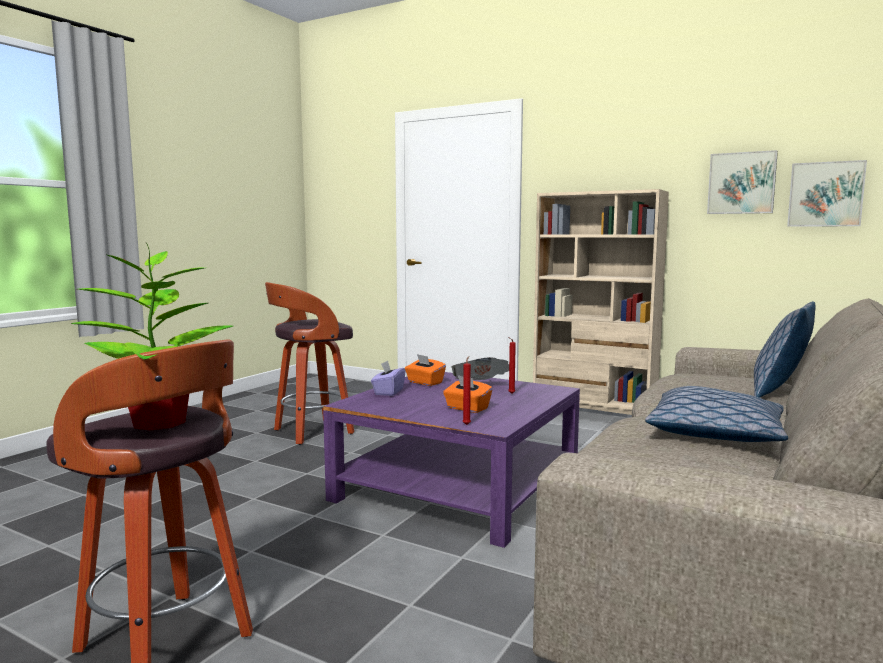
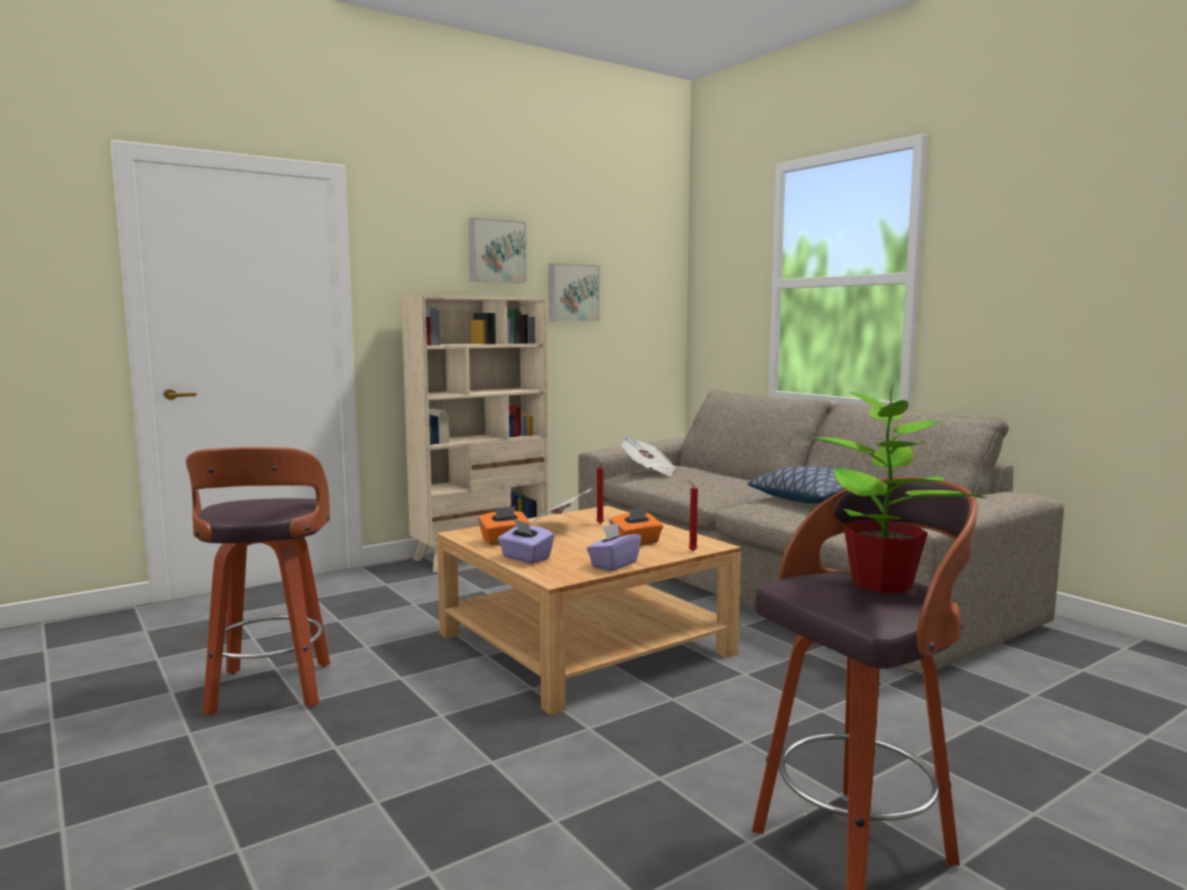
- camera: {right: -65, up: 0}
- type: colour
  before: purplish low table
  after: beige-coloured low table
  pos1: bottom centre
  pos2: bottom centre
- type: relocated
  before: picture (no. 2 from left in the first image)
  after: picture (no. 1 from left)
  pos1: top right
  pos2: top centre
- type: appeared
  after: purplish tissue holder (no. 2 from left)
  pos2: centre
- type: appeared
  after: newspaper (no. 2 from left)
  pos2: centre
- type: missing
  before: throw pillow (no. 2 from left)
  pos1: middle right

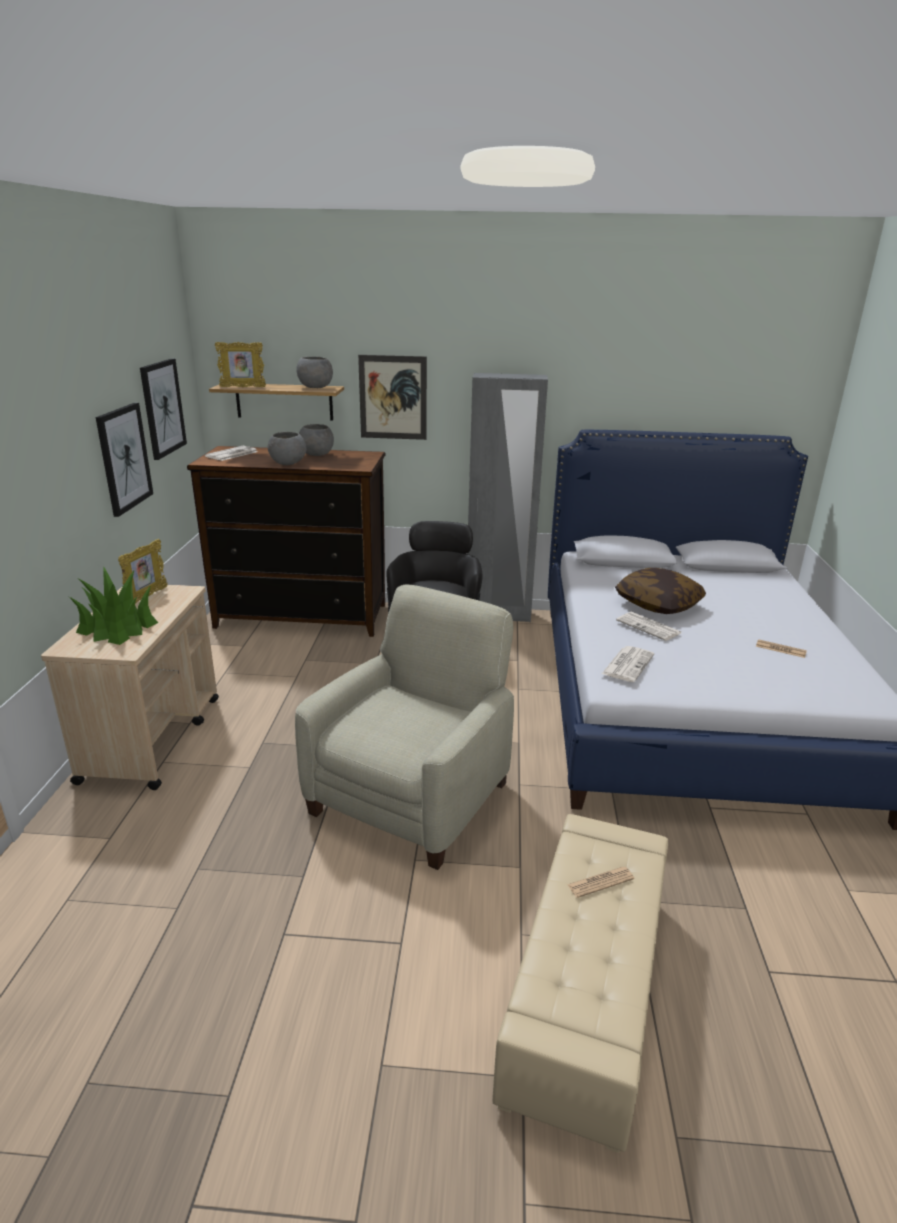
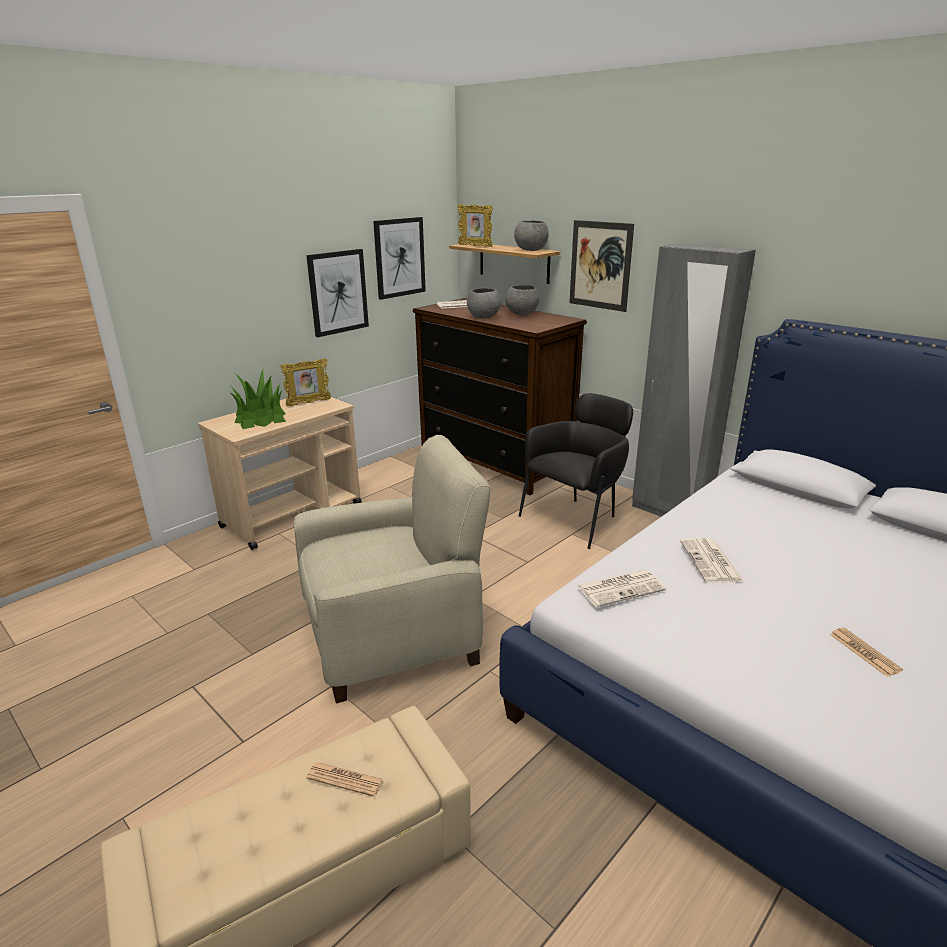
- camera: {right: 40, up: 0}
- type: missing
  before: throw pillow
  pos1: middle right

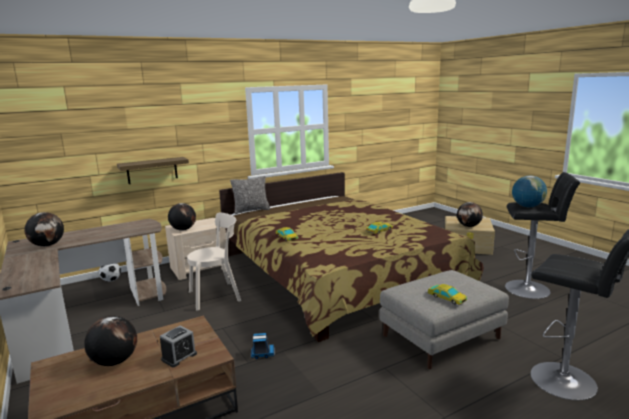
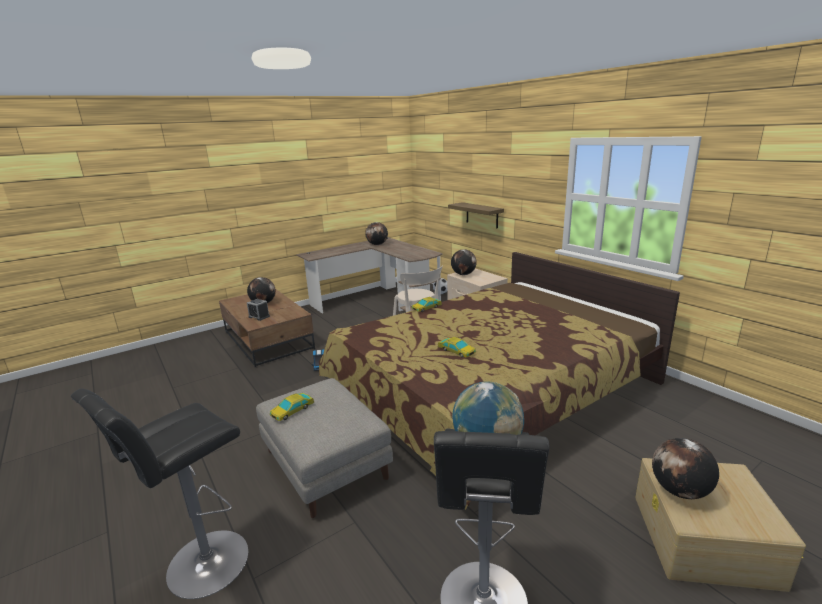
- camera: {right: 85, up: 5}
- type: missing
  before: throw pillow
  pos1: centre

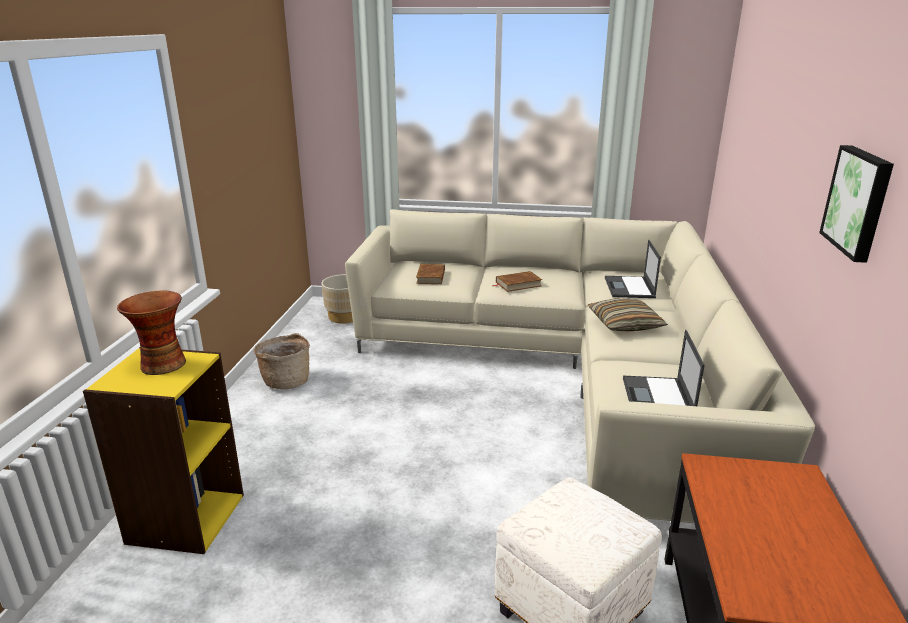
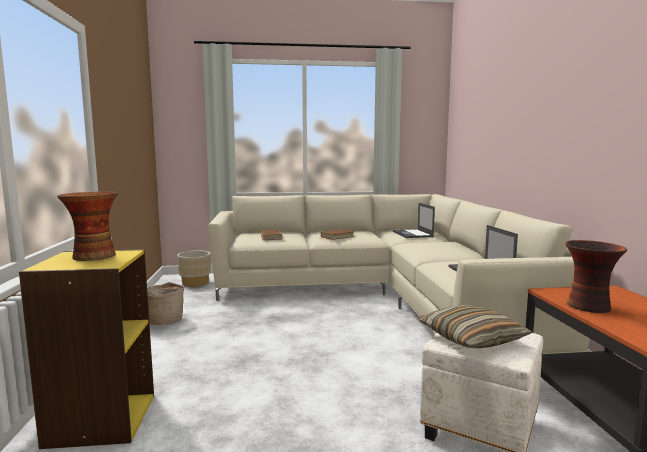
- camera: {right: -15, up: -15}
- type: relocated
  before: throw pillow
  pos1: middle right
  pos2: bottom right
- type: appeared
  after: decorative vase (no. 2 from left)
  pos2: middle right
- type: missing
  before: picture
  pos1: top right

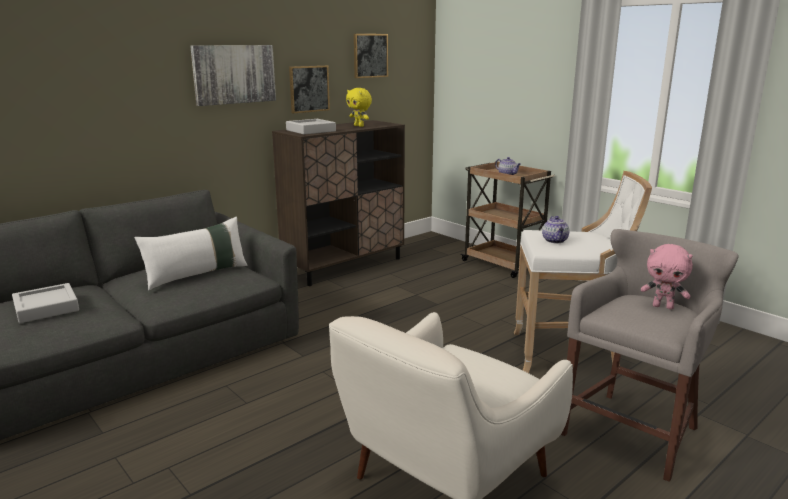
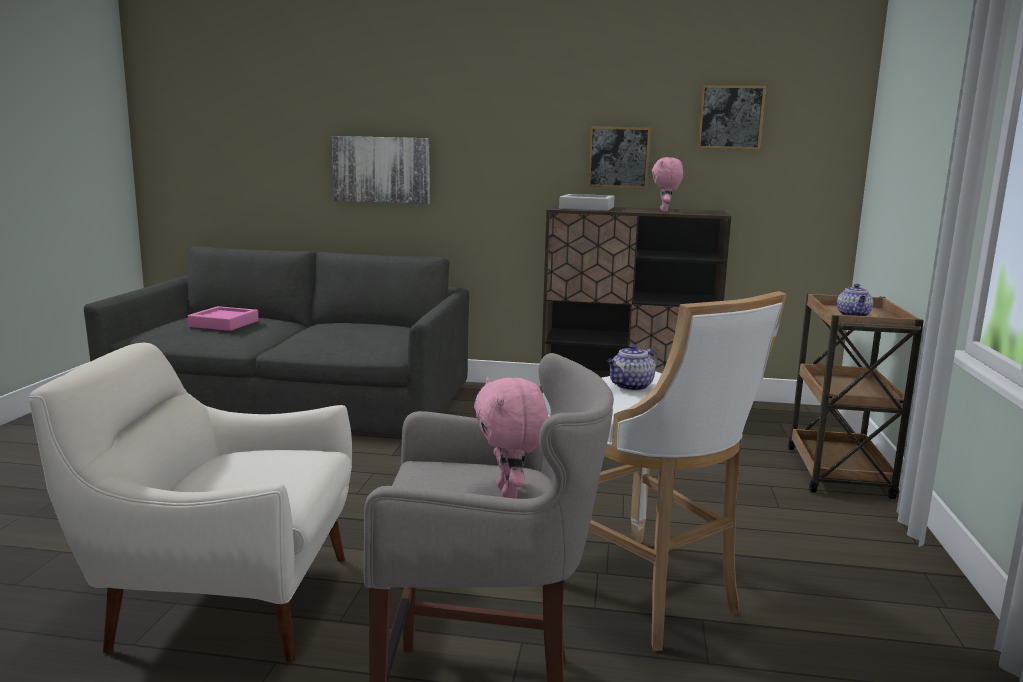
- camera: {right: 50, up: -5}
- type: colour
  before: gray carrying tray (no. 1 from left)
  after: pink carrying tray
  pos1: middle left
  pos2: middle left
- type: relocated
  before: picture (no. 1 from left)
  pos1: top left
  pos2: top centre
- type: colour
  before: yellow-coloured soft toy
  after: pink soft toy (no. 2 from left)
  pos1: top centre
  pos2: top centre
- type: missing
  before: whitish throw pillow
  pos1: middle left

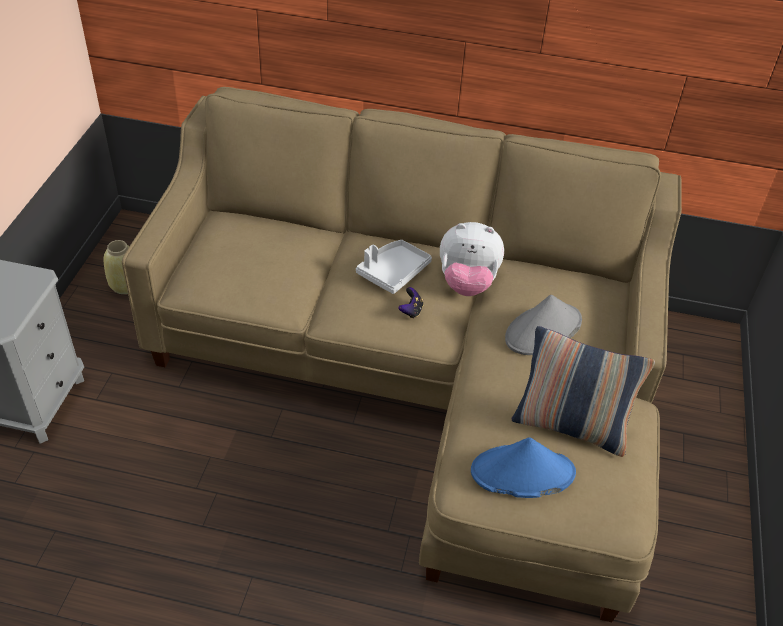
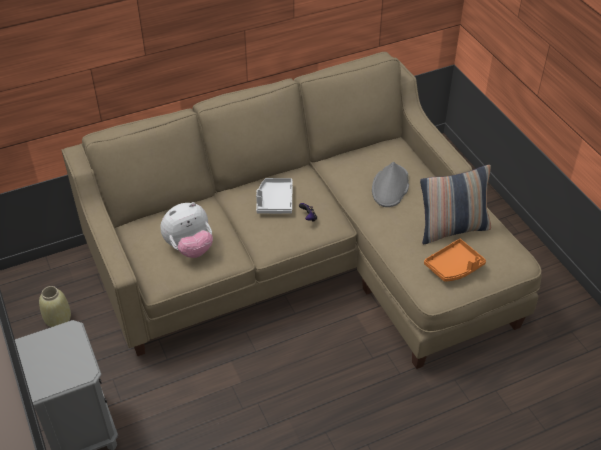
- camera: {right: -35, up: 0}
- type: relocated
  before: soft toy
  pos1: centre
  pos2: middle left
- type: exchanged
  before: blue clothing hat
  after: orange carrying tray
  pos1: bottom right
  pos2: middle right

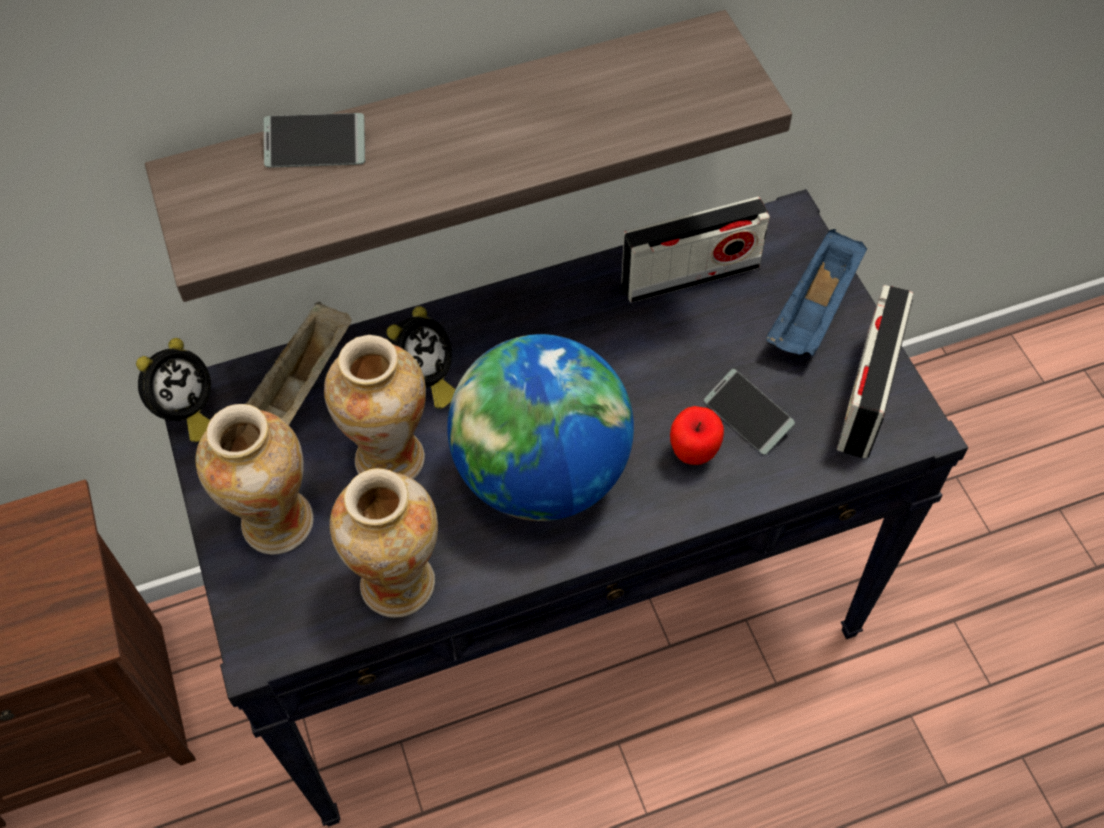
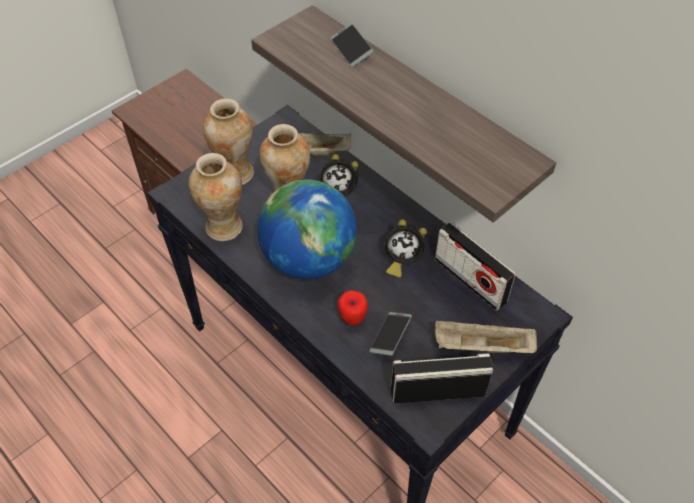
- camera: {right: 65, up: -5}
- type: relocated
  before: table clock (no. 1 from left in the first image)
  after: table clock (no. 2 from left)
  pos1: middle left
  pos2: centre
- type: colour
  before: blue carrying tray
  after: beige-coloured carrying tray (no. 2 from left)
  pos1: middle right
  pos2: bottom right

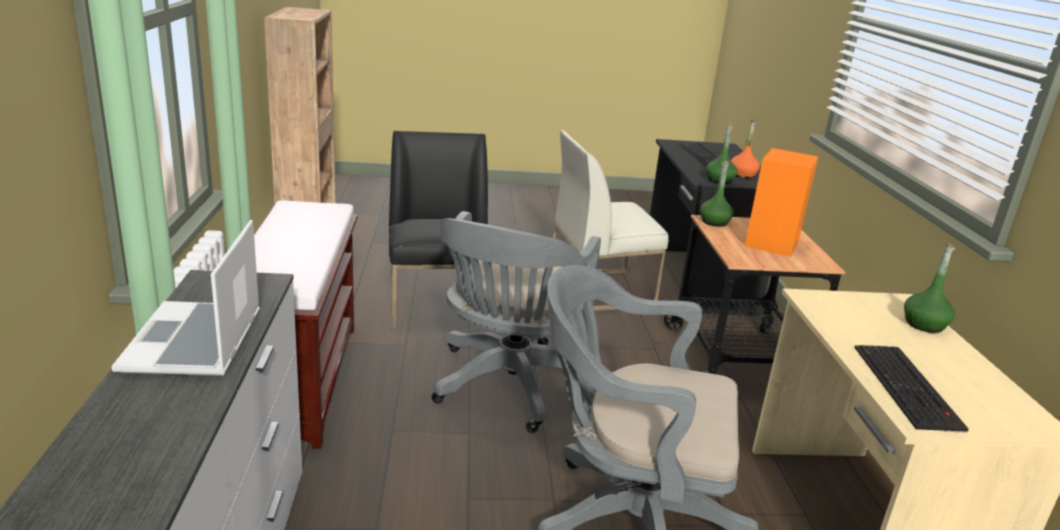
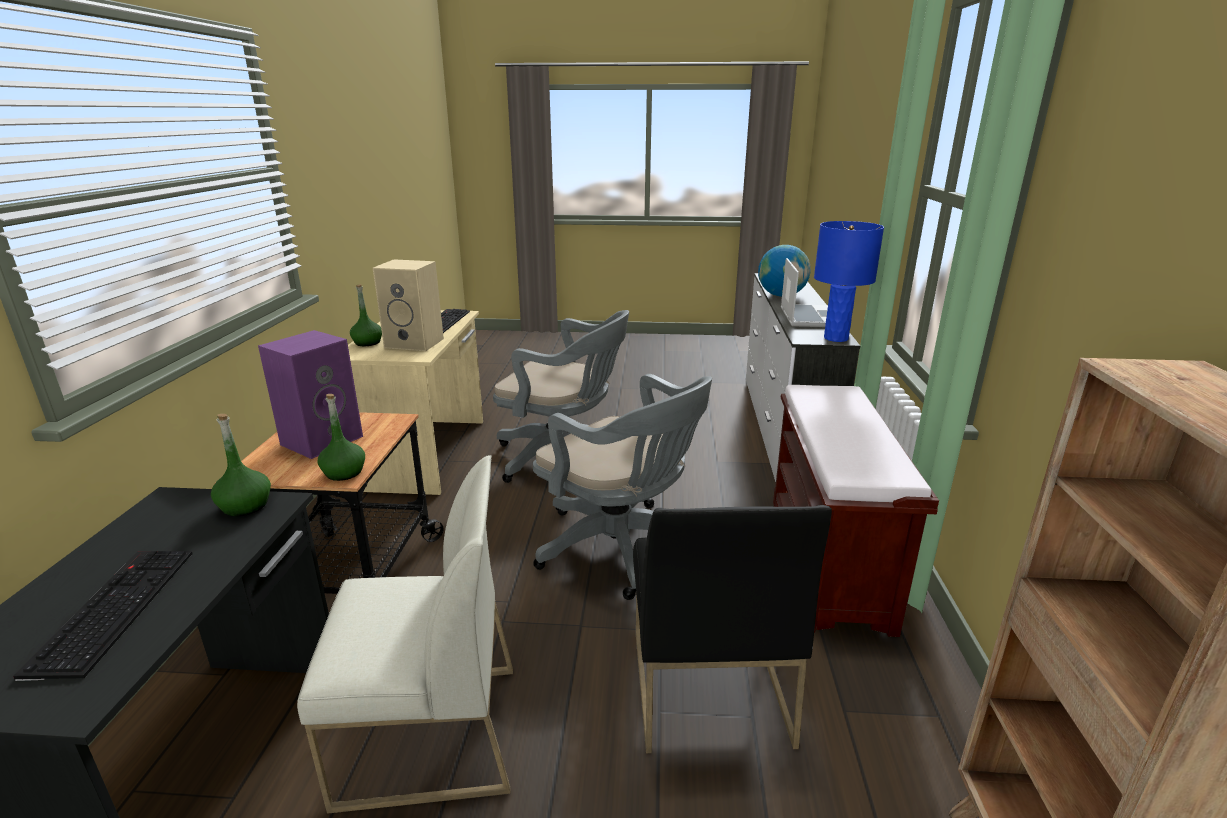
- camera: {right: -170, up: 0}
- type: colour
  before: orange loudspeaker
  after: purplish loudspeaker
  pos1: middle right
  pos2: middle left
- type: appeared
  after: beige-coloured loudspeaker
  pos2: middle left
- type: spun
  before: gray desk chair (no. 1 from left in the first image)
  pos1: centre
  pos2: centre
  turn: 105
- type: appeared
  after: desk globe
  pos2: top centre
- type: appeared
  after: blue tabletop lamp
  pos2: middle right
- type: missing
  before: orange beverage bottle
  pos1: top right

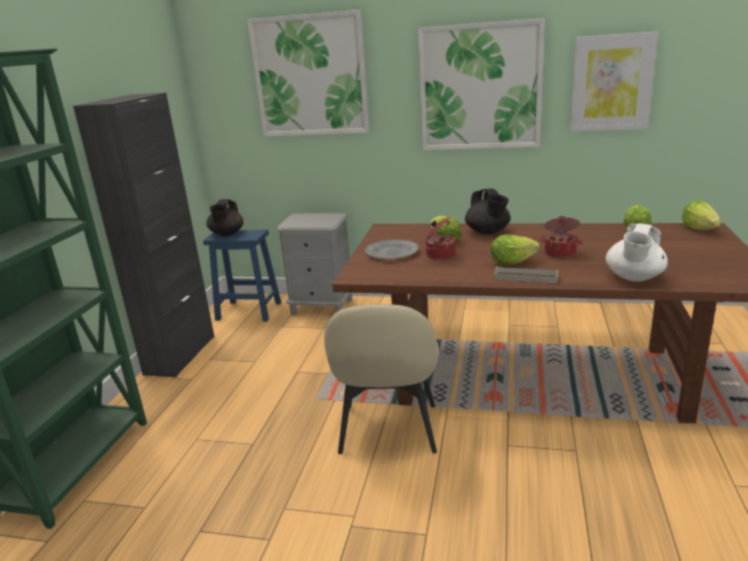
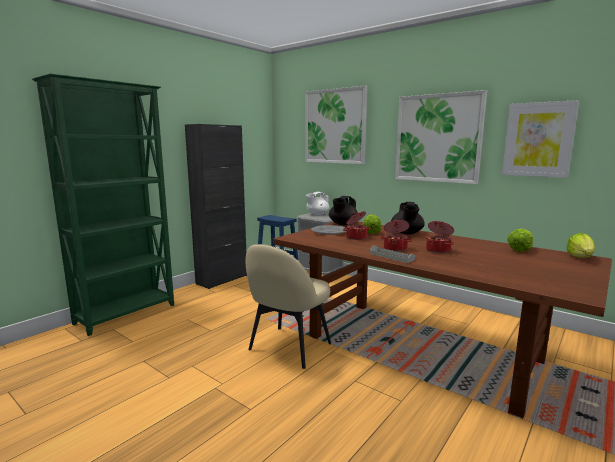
- camera: {right: 25, up: -10}
- type: relocated
  before: whitish tea pot
  pos1: middle right
  pos2: centre
- type: relocated
  before: black-coloured tea pot (no. 1 from left)
  pos1: middle left
  pos2: centre
- type: exchanged
  before: lettuce (no. 2 from left)
  after: stockpot (no. 2 from left)
  pos1: middle right
  pos2: centre

